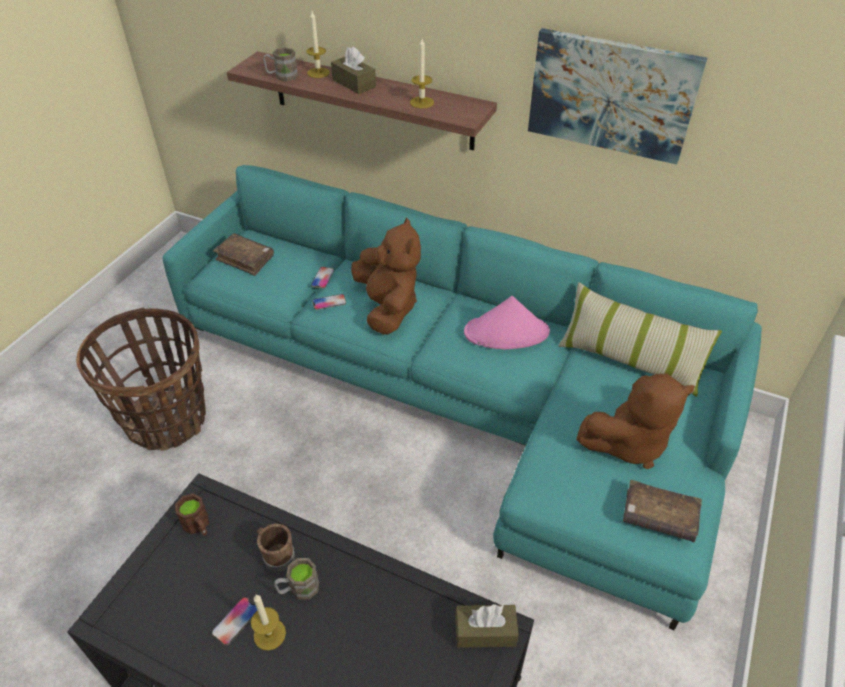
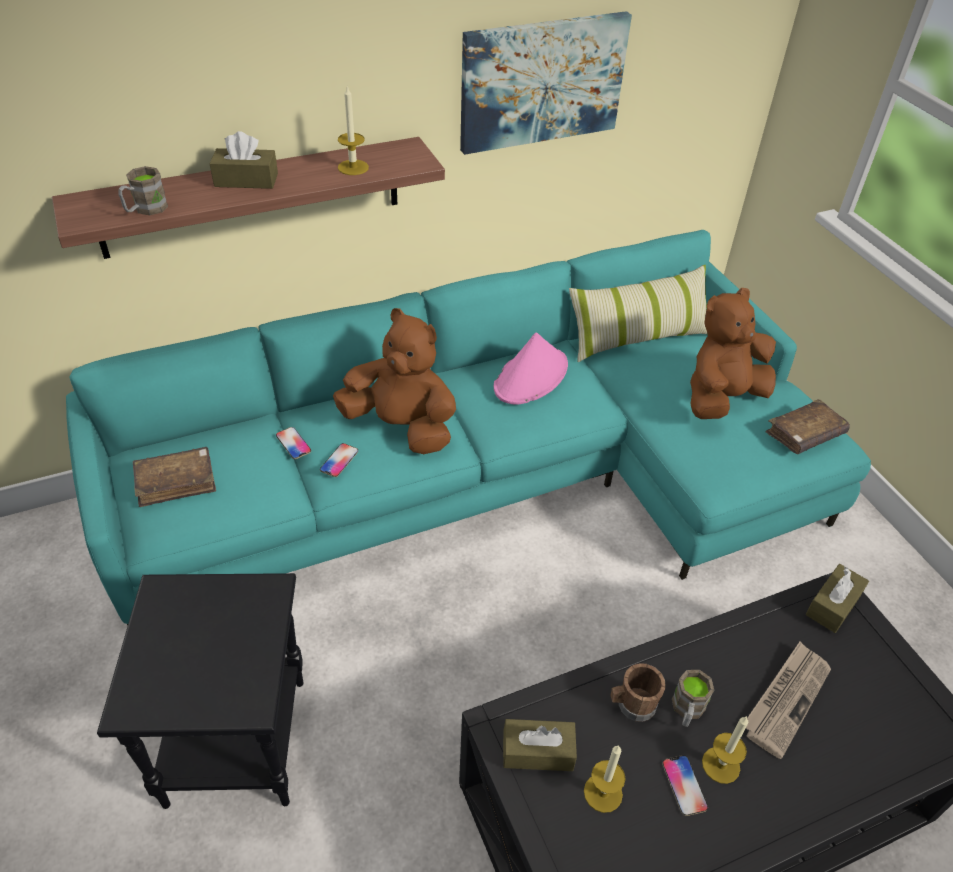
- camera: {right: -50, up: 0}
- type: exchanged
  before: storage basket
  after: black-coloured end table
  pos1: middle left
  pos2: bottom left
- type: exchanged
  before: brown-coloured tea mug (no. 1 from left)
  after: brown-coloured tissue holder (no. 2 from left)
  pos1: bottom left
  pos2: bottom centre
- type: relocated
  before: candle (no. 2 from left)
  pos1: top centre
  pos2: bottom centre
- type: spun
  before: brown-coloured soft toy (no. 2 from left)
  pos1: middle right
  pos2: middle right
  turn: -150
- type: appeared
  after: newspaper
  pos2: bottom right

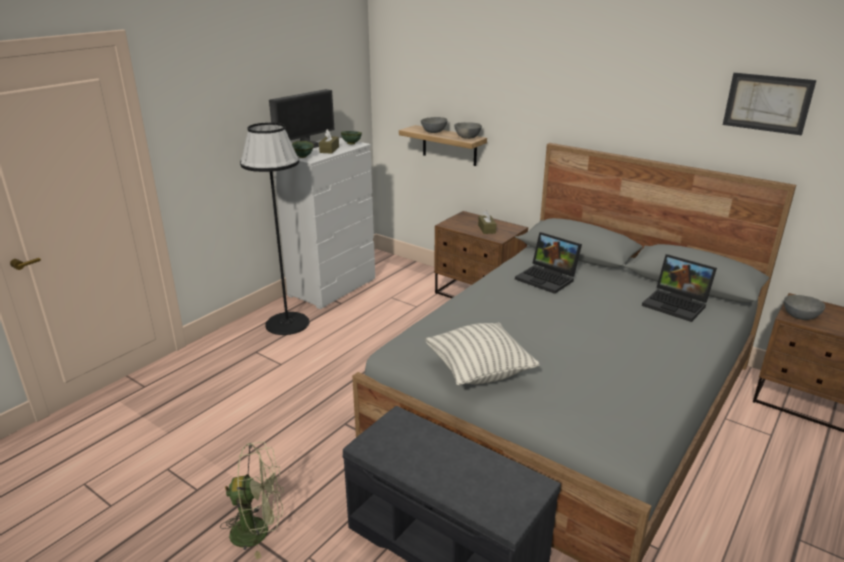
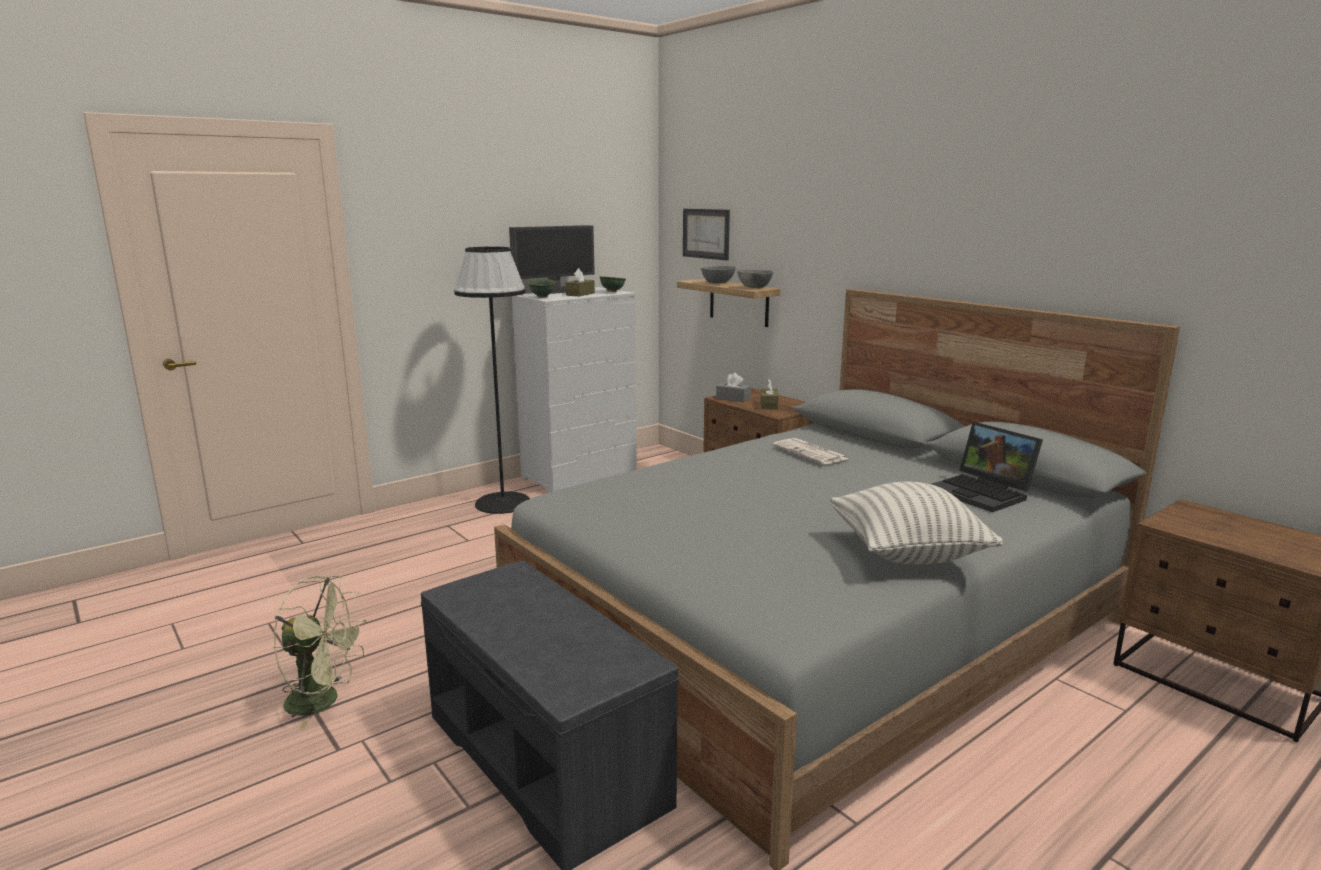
- camera: {right: 15, up: -10}
- type: relocated
  before: picture
  pos1: top right
  pos2: top centre
- type: appeared
  after: gray tissue holder
  pos2: centre
- type: exchanged
  before: portable computer (no. 1 from left)
  after: newspaper
  pos1: centre
  pos2: centre
- type: relocated
  before: throw pillow
  pos1: centre
  pos2: middle right
- type: missing
  before: gray serving bowl (no. 3 from left)
  pos1: middle right

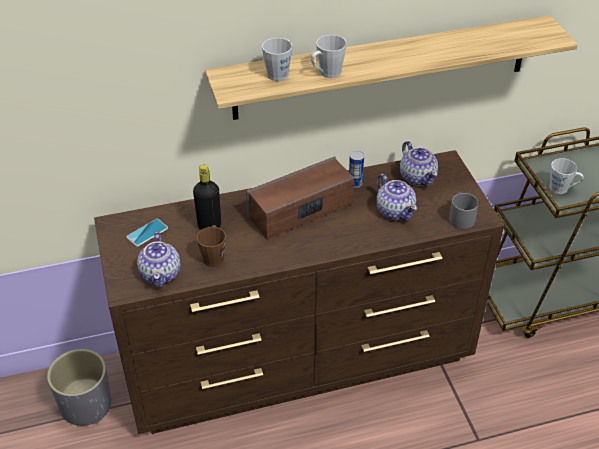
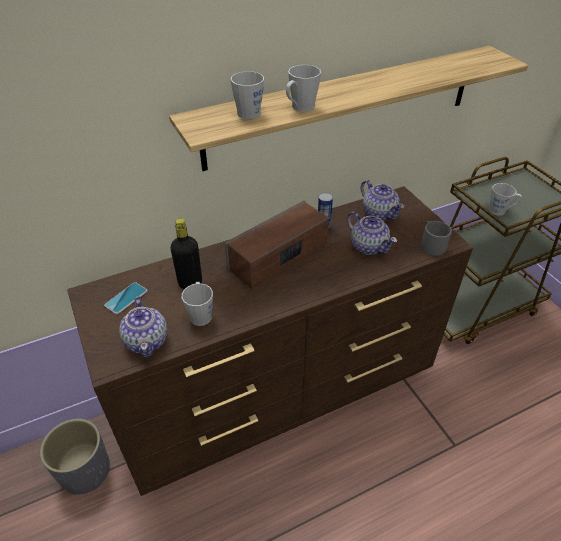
- camera: {right: -10, up: 0}
- type: colour
  before: brown-coloured tea mug
  after: gray tea mug (no. 1 from left)
  pos1: centre
  pos2: centre

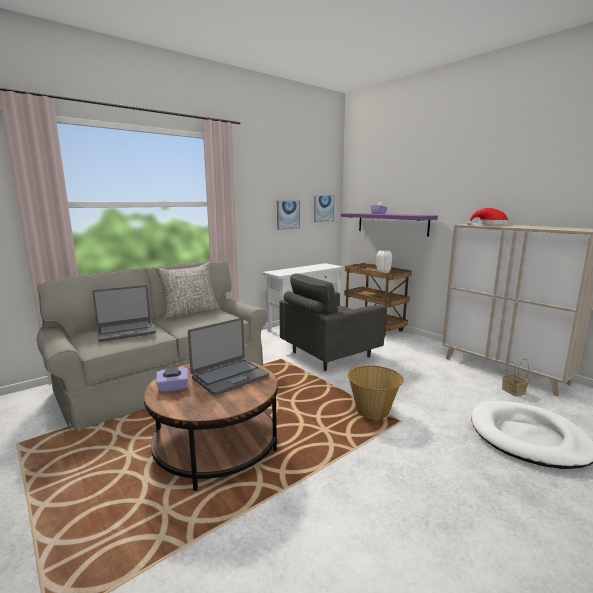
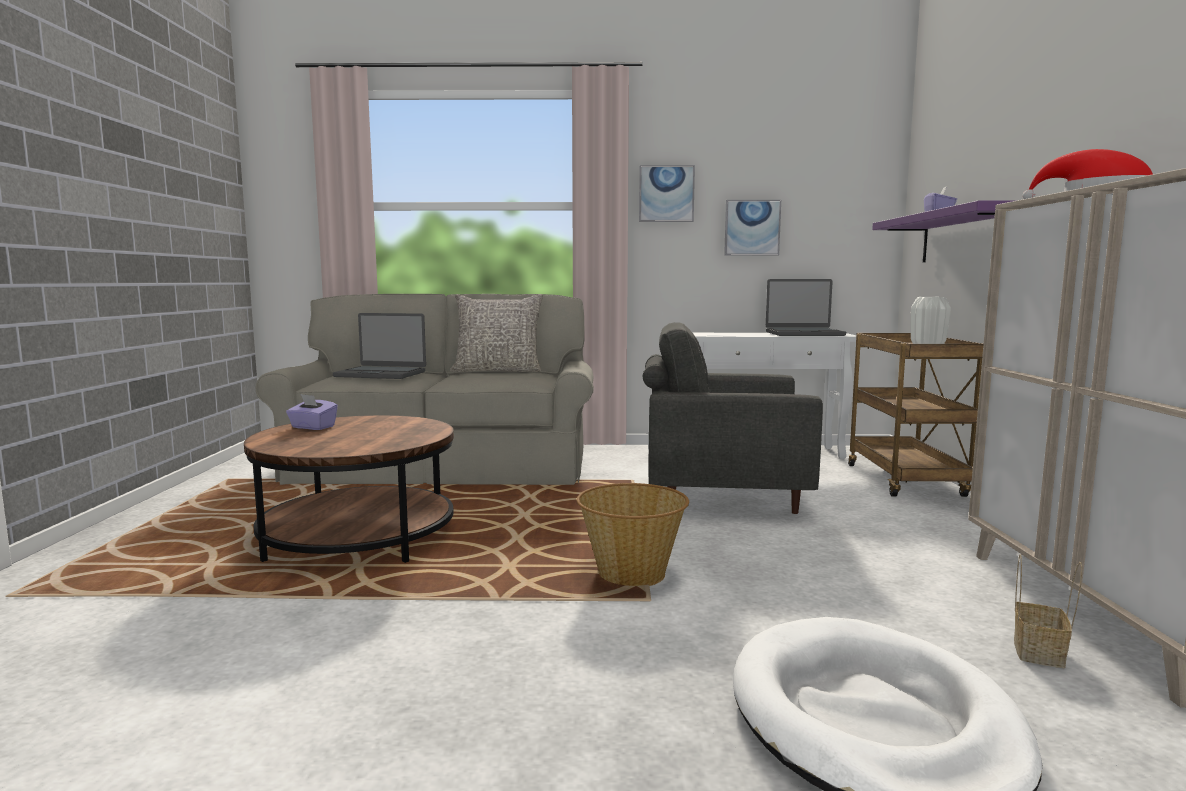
- camera: {right: 40, up: -5}
- type: relocated
  before: picture (no. 2 from left in the first image)
  after: picture (no. 1 from left)
  pos1: centre
  pos2: top centre
- type: relocated
  before: portable computer (no. 2 from left)
  pos1: centre
  pos2: middle right

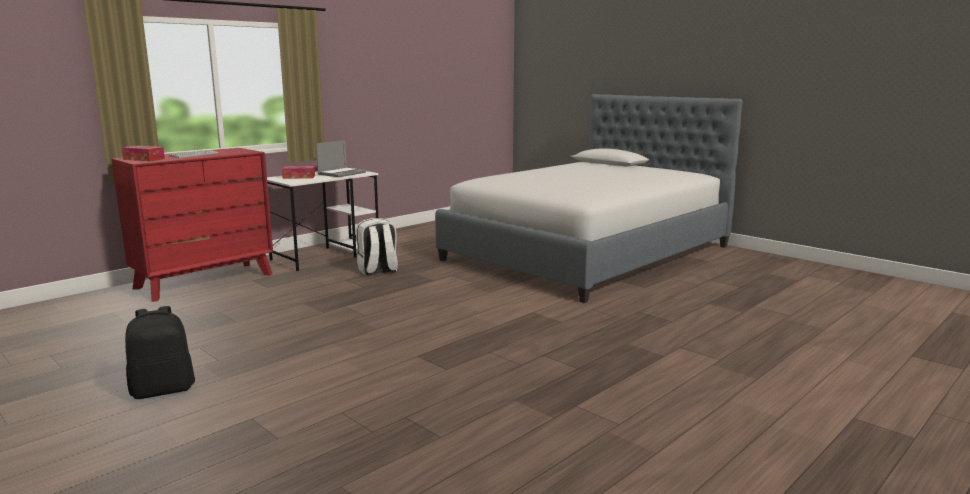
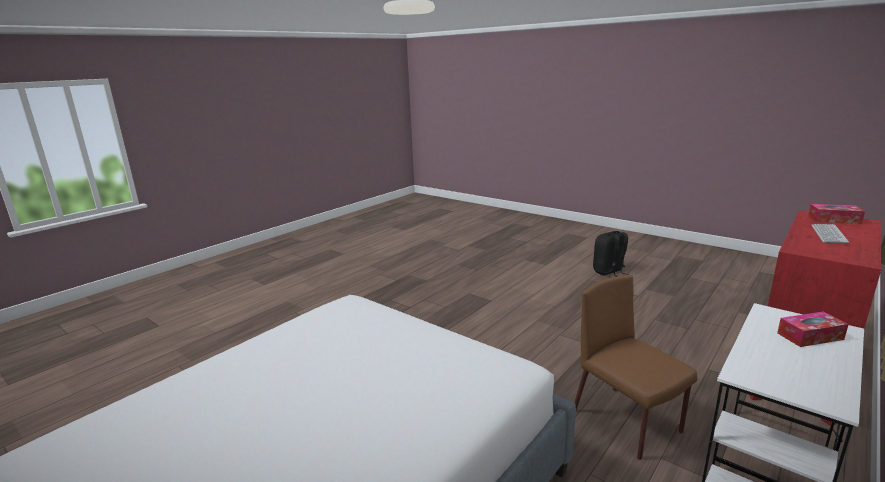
- camera: {right: 175, up: 5}
- type: exchanged
  before: whitish backpack
  after: brown-coloured plain chair
  pos1: centre
  pos2: bottom right
- type: missing
  before: portable computer
  pos1: top centre

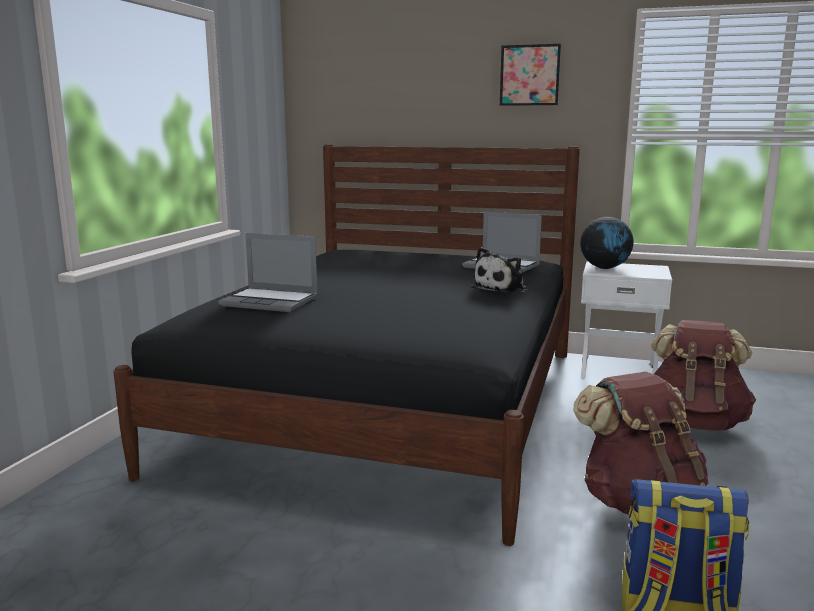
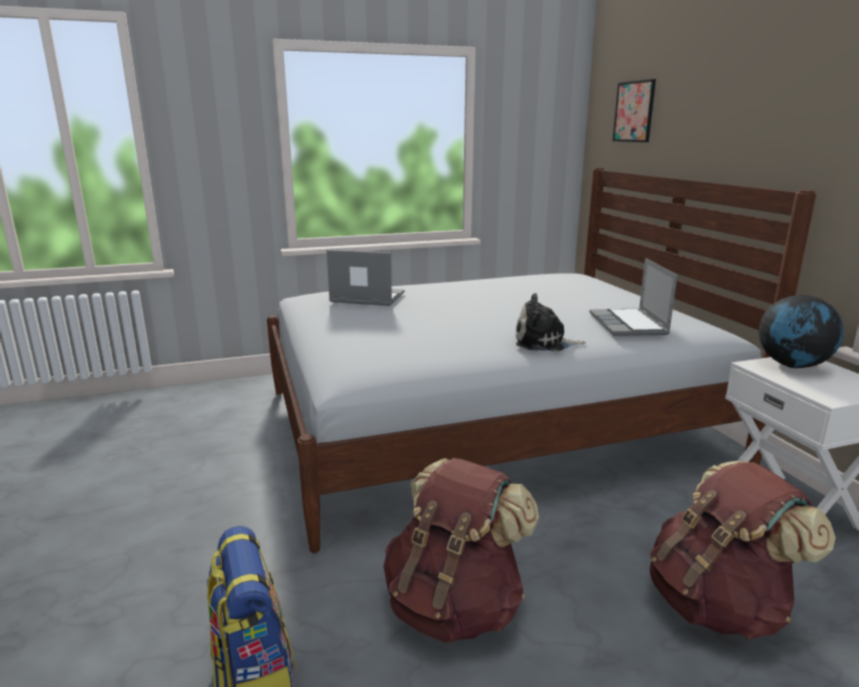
- camera: {right: 55, up: 5}
- type: colour
  before: black-coloured sleeping bed
  after: whitish sleeping bed
  pos1: centre
  pos2: centre
- type: spun
  before: portable computer (no. 1 from left)
  pos1: middle left
  pos2: centre
  turn: 120
- type: relocated
  before: picture
  pos1: top centre
  pos2: top right

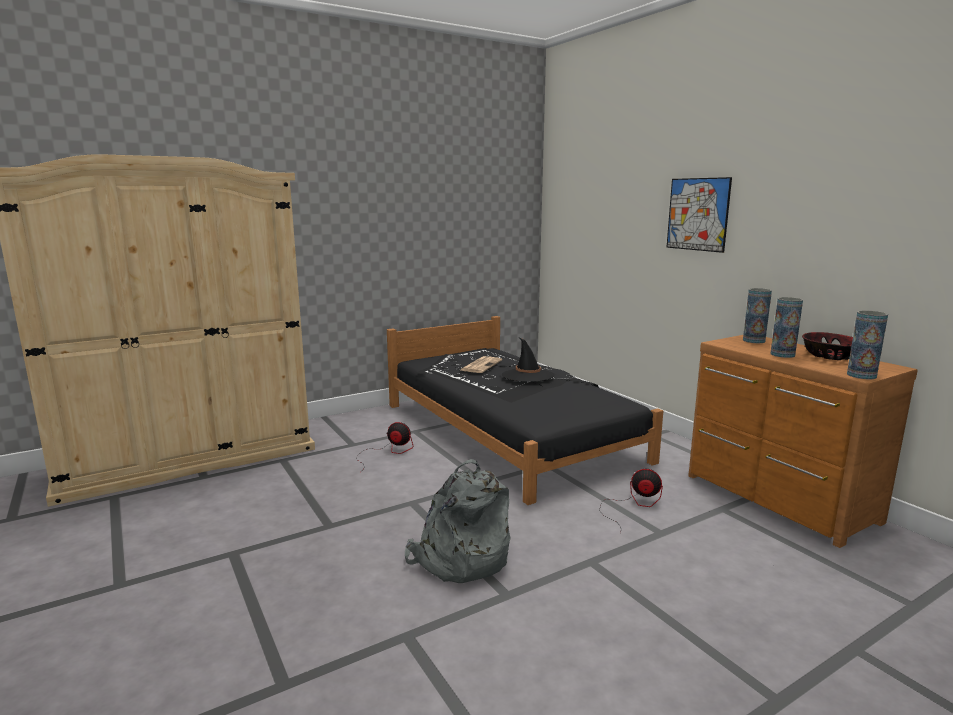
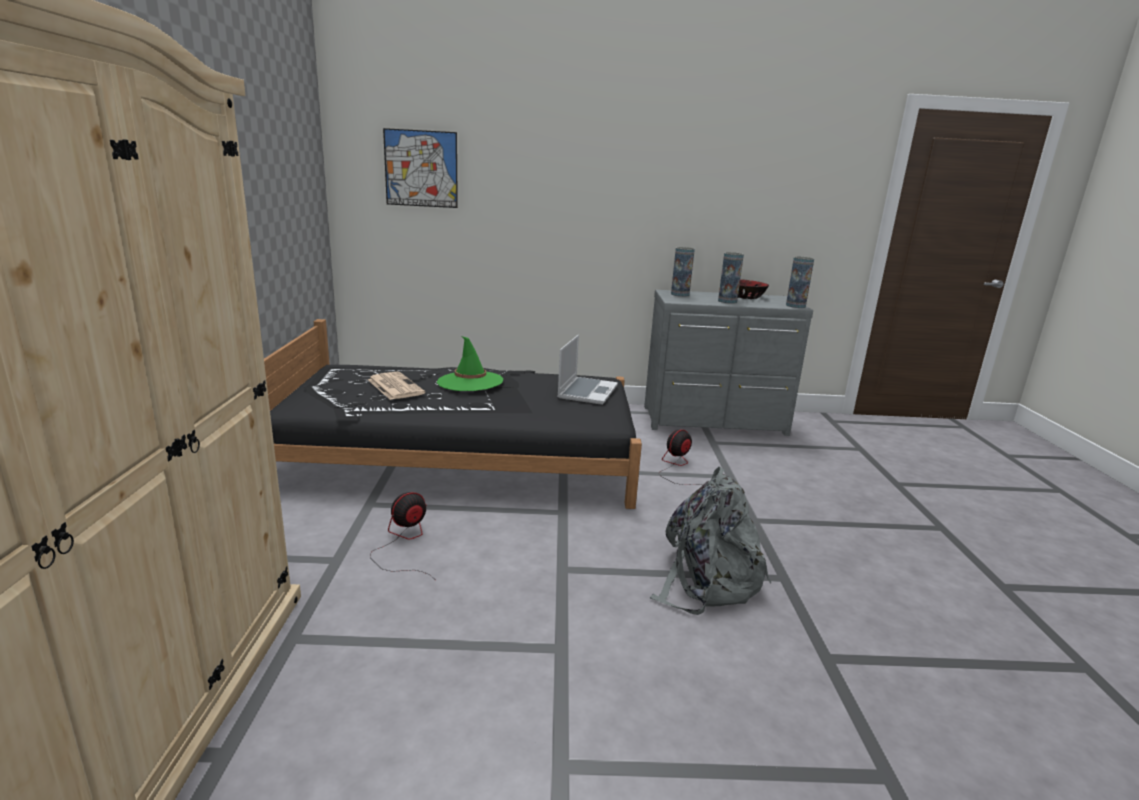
- camera: {right: -60, up: 5}
- type: relocated
  before: picture
  pos1: top right
  pos2: top centre
- type: colour
  before: black-coloured clothing hat
  after: green-coloured clothing hat
  pos1: centre
  pos2: centre
- type: appeared
  after: portable computer
  pos2: centre
- type: colour
  before: brown-coloured chest of drawers
  after: gray chest of drawers
  pos1: middle right
  pos2: centre

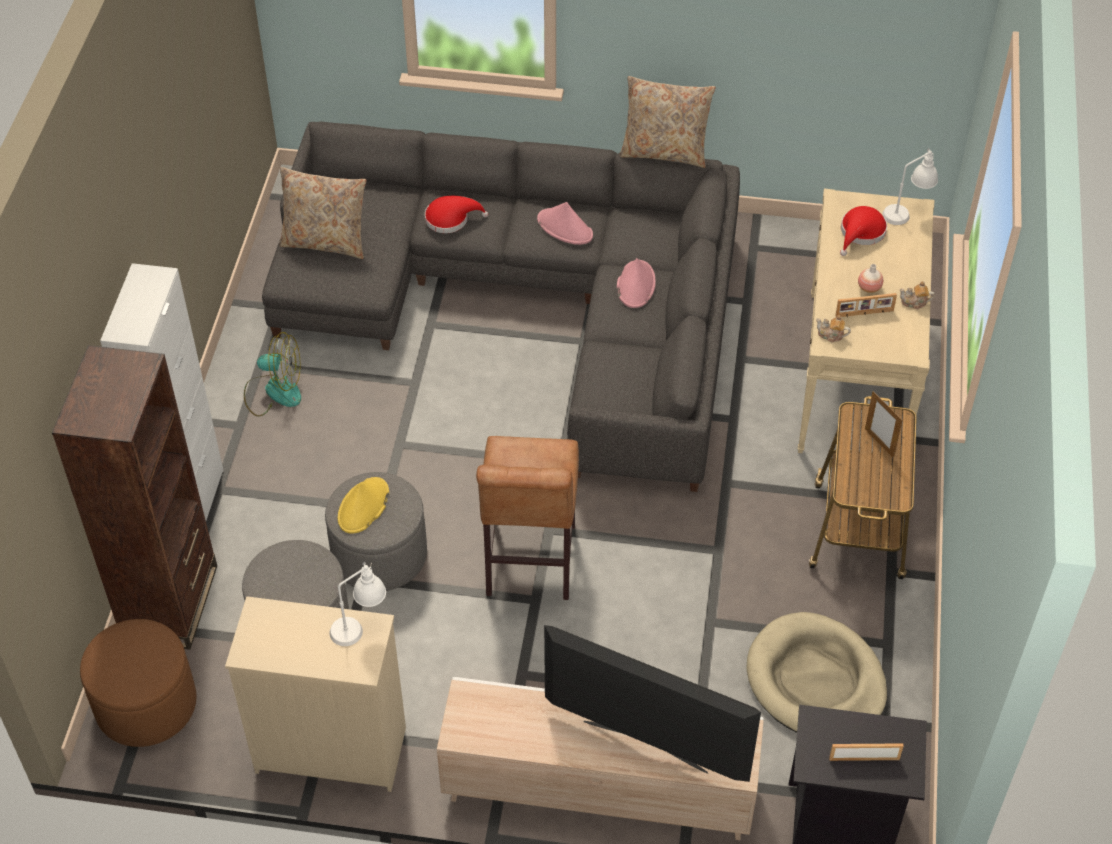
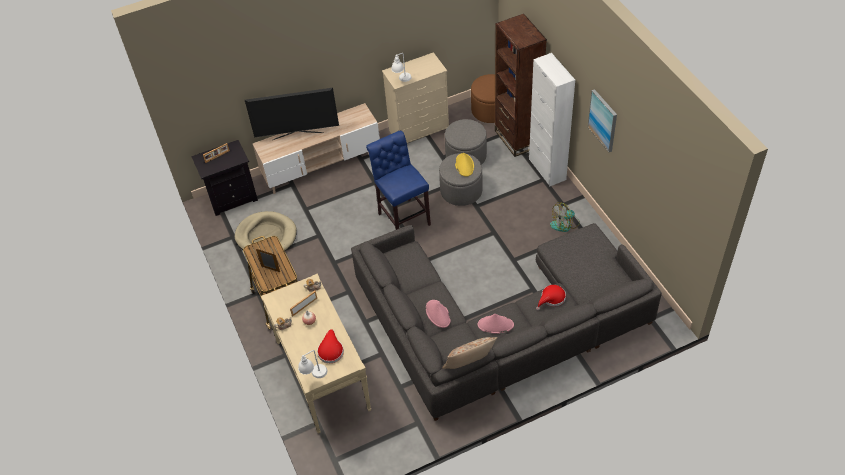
- camera: {right: 150, up: 0}
- type: colour
  before: brown-coloured stool seat
  after: blue stool seat
  pos1: centre
  pos2: centre
- type: appeared
  after: picture
  pos2: top right
- type: missing
  before: beige-coloured throw pillow (no. 1 from left)
  pos1: top left

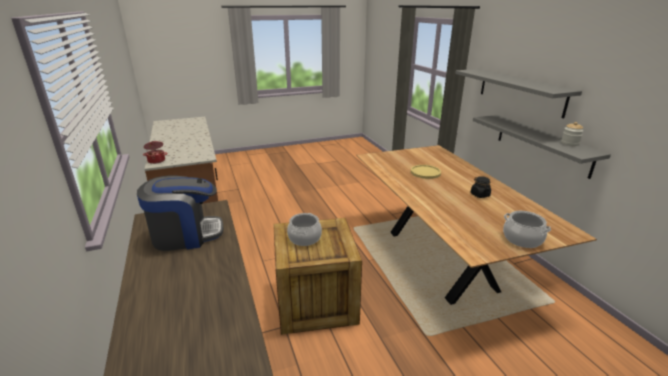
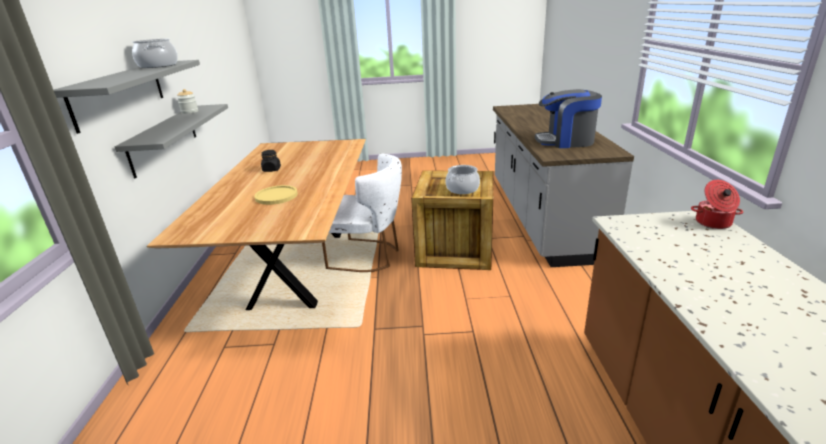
- camera: {right: -160, up: 0}
- type: relocated
  before: stockpot (no. 3 from left in the first image)
  after: stockpot (no. 1 from left)
  pos1: middle right
  pos2: top left
- type: appeared
  after: whitish plain chair
  pos2: centre

